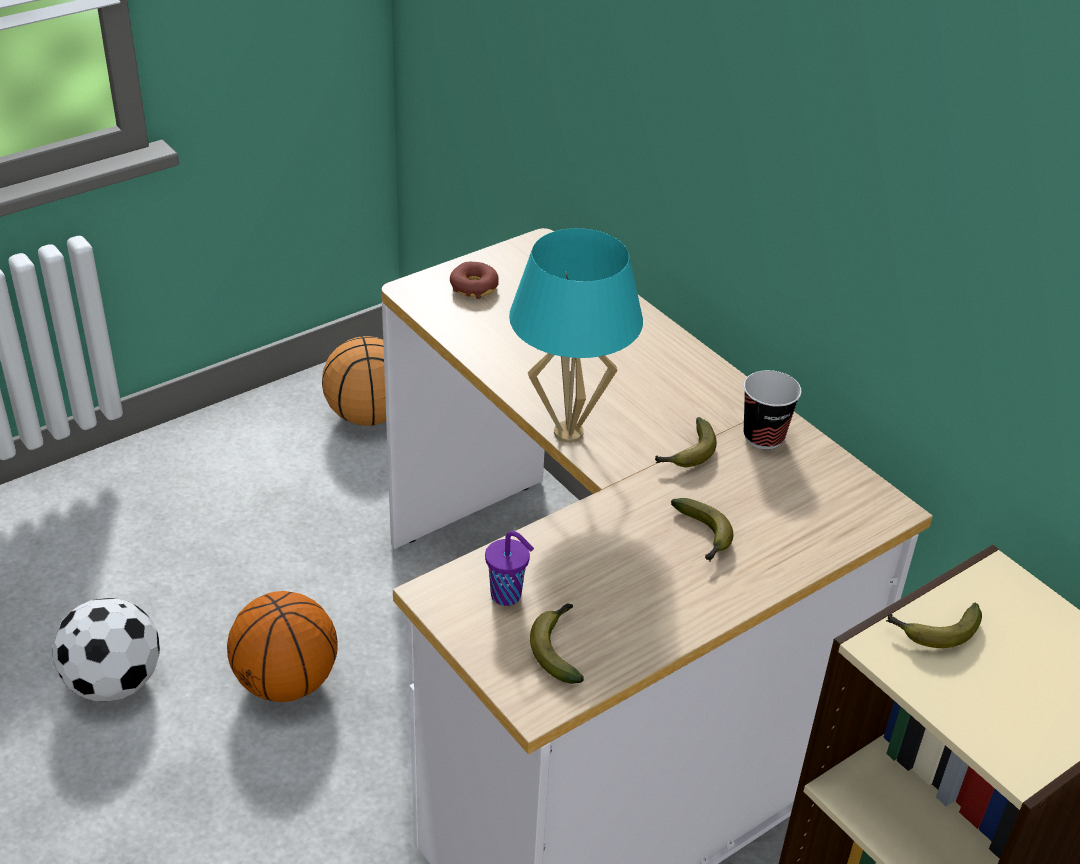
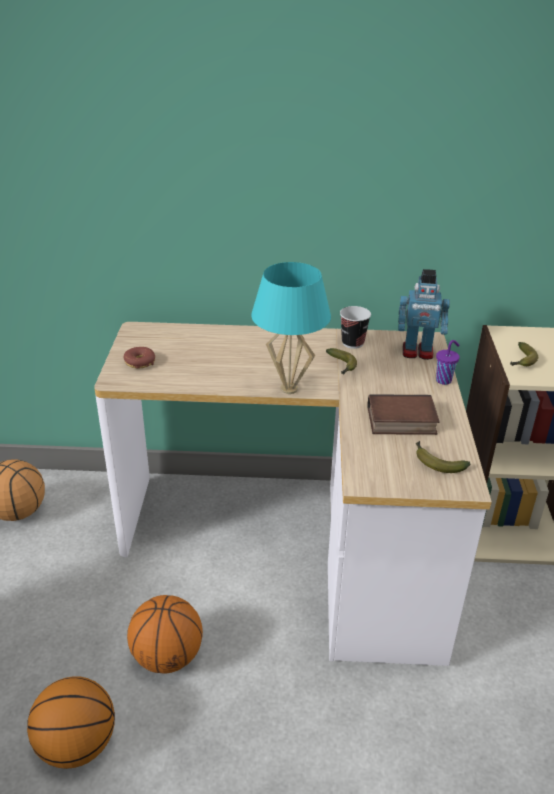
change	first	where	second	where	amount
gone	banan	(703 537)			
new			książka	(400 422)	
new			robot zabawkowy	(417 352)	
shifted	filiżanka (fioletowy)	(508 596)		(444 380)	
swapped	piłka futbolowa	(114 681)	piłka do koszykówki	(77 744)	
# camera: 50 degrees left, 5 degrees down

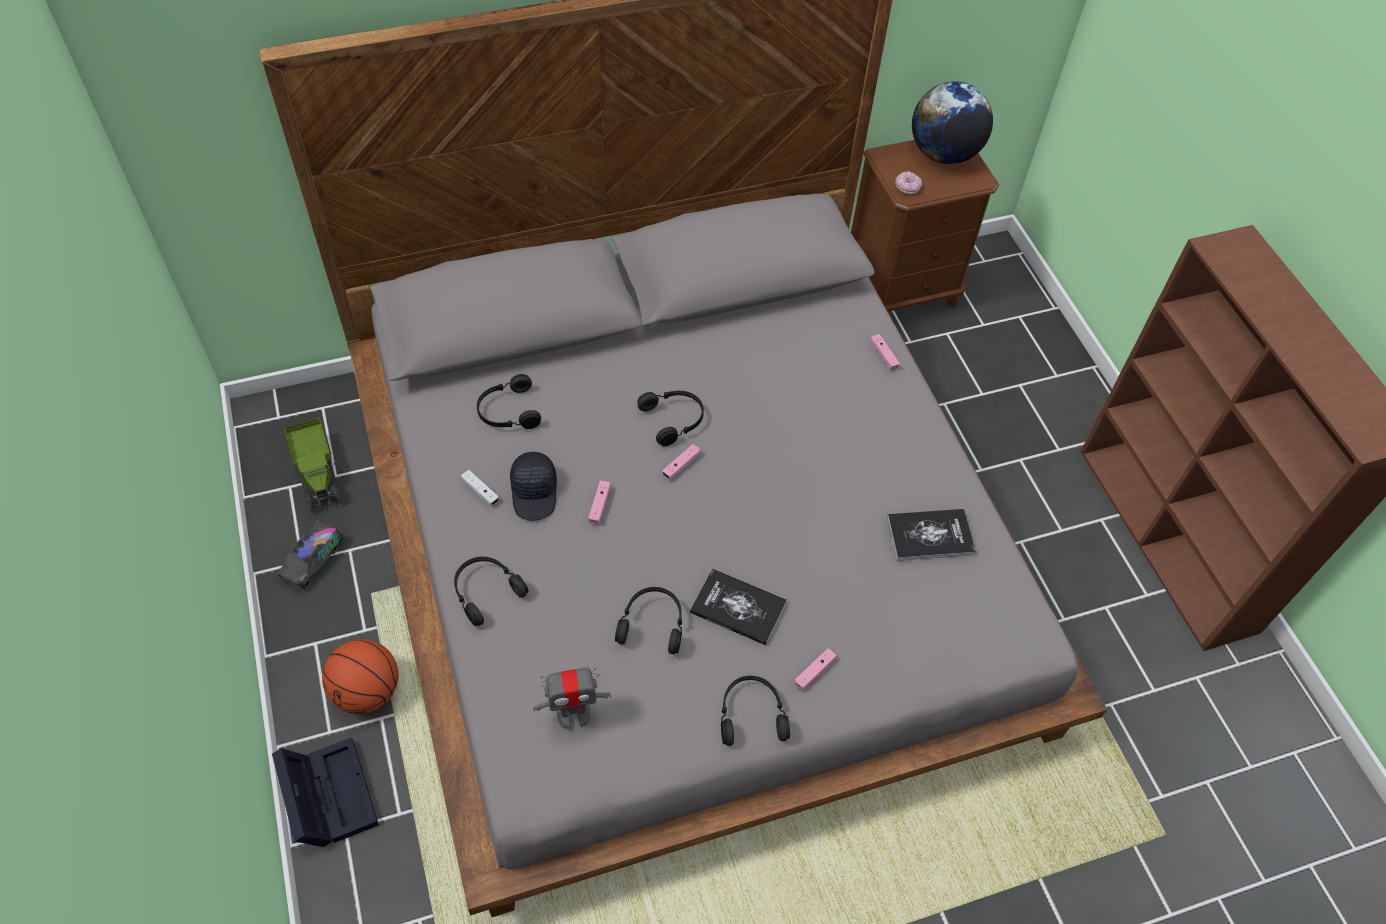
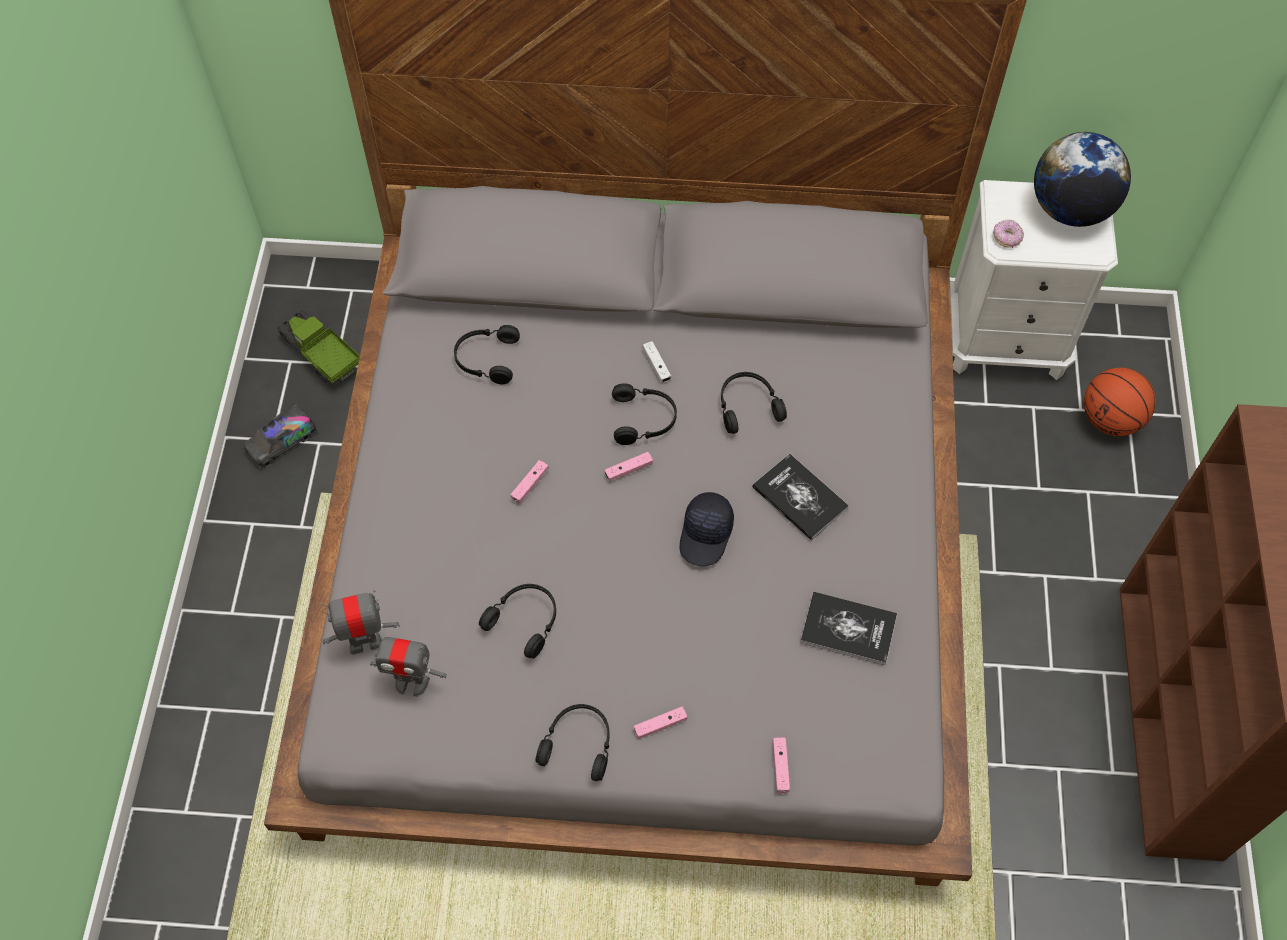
change	first	where	second	where	amount
gone	pojemnik do przechowywania (czarny)	(328 794)			
new			robot zabawkowy	(365 643)	
shifted	piłka do koszykówki	(367 691)		(1110 419)	
shifted	słuchawki (czarny)	(486 591)		(747 406)	
shifted	pad do gier (biały)	(480 491)		(656 365)	
shifted	czapka z daszkiem (czarny)	(535 492)		(706 535)	
shifted	książka	(738 607)		(799 498)	
shifted	pad do gier (różowy)	(883 355)		(780 767)	
repainted	szafka nocna (brązowy)	(902 290)	szafka nocna (biały)	(1006 342)	
rotated	ciężarówka zabawkowa	(318 473)		(321 356)	135 degrees clockwise
# camera: 25 degrees right, 5 degrees up

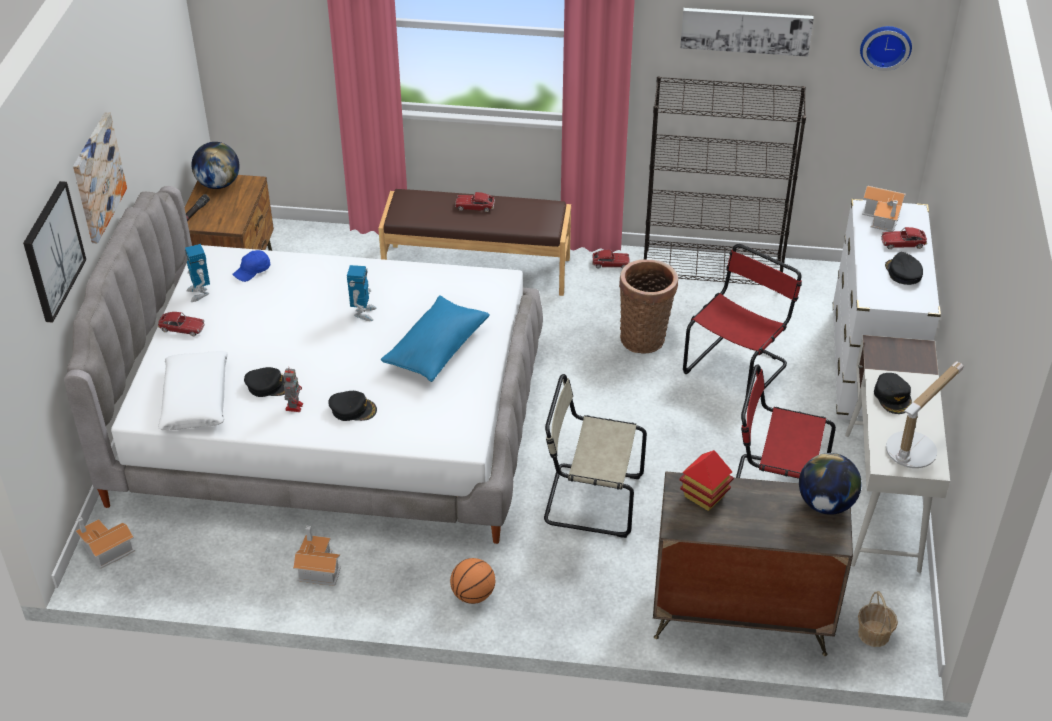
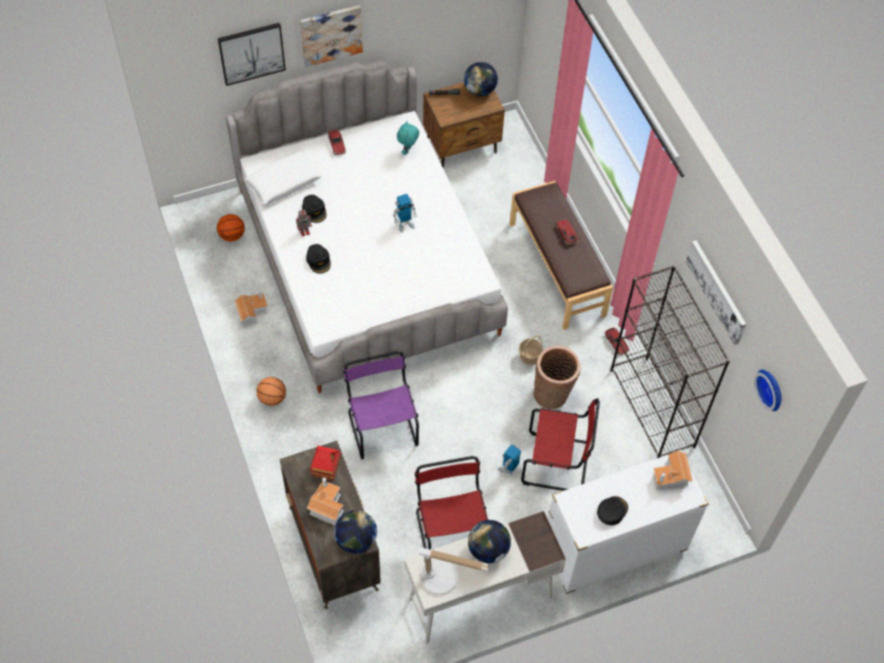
change	first	where	second	where	amount
gone	poduszka (niebieski)	(436 349)			
gone	samochodzik	(903 243)			
new			piłka do koszykówki	(232 235)	
shifted	domek	(105 549)		(326 506)	
shifted	robot zabawkowy	(200 293)		(508 468)	
shifted	koszyk	(873 634)		(529 356)	
swapped	czapka z daszkiem (niebieski)	(252 271)	pluszak (turkusowy)	(408 151)	
swapped	czapka z daszkiem (czarny)	(893 397)	globus	(488 550)	
repainted	krzesło (beżowy)	(589 499)	krzesło (fioletowy)	(381 425)	
# camera: 60 degrees right, 15 degrees up

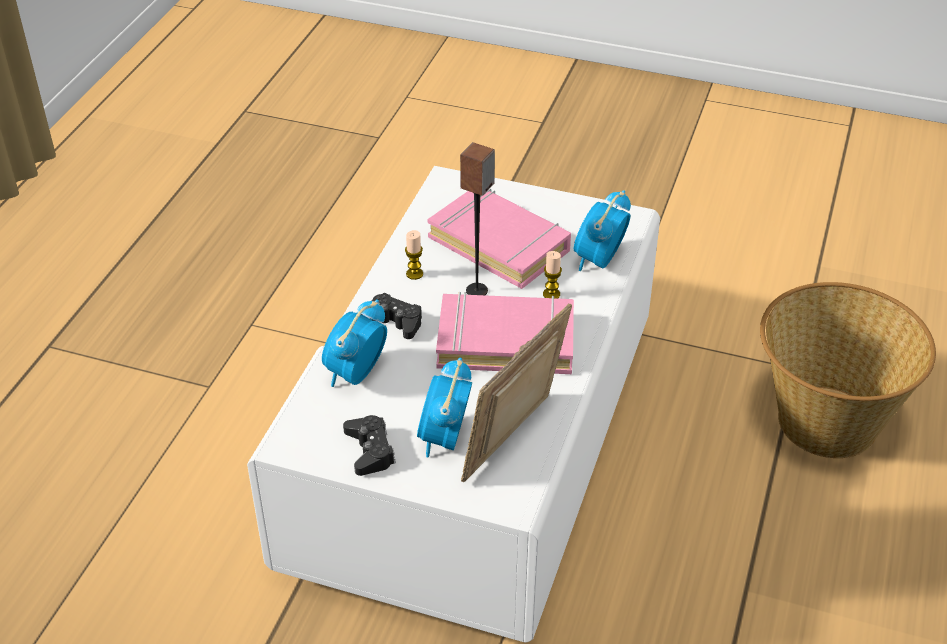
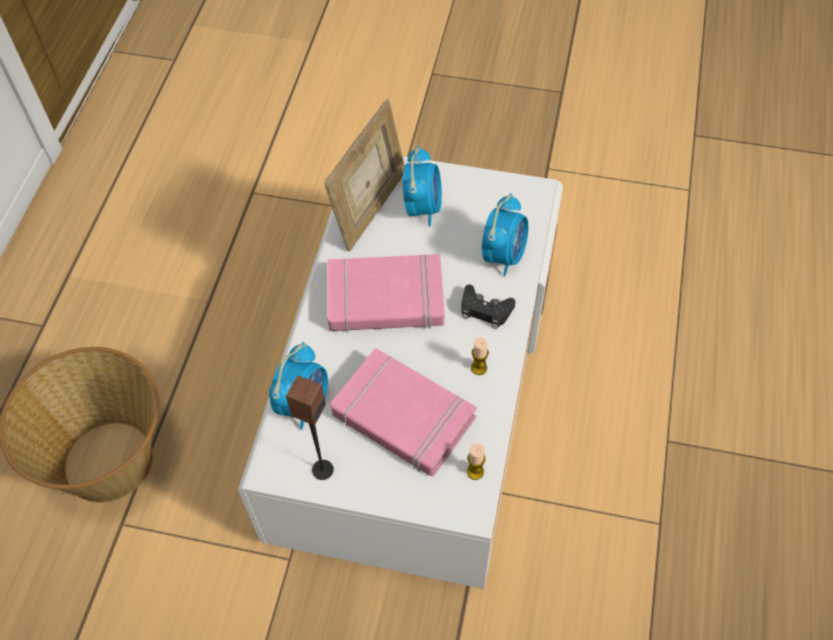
change	first	where	second	where	amount
gone	pad do gier (czarny)	(370 450)			
shifted	głośnik	(477 290)		(322 469)	
shifted	świeca	(551 294)		(475 471)	
# camera: 175 degrees right, 15 degrees up

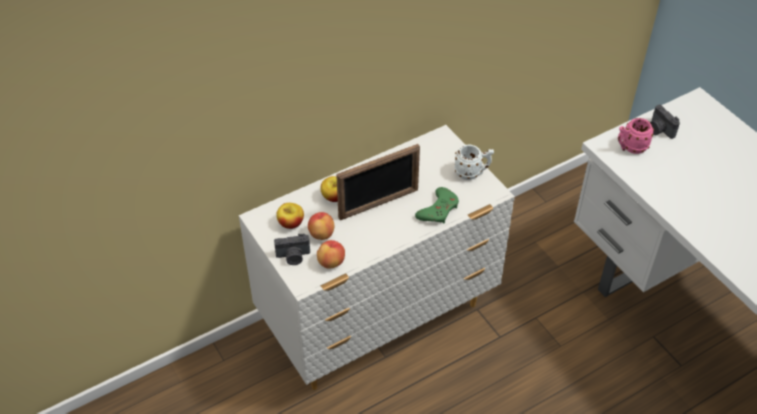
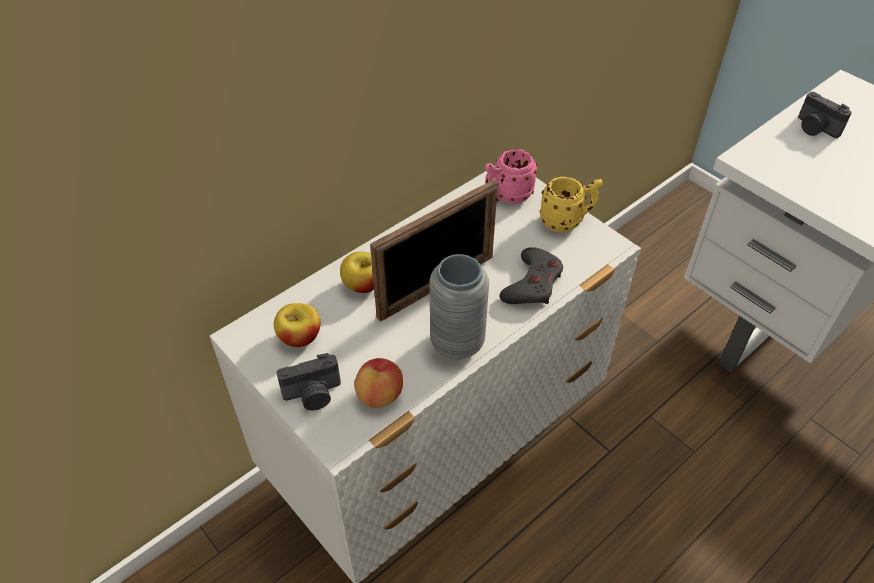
change	first	where	second	where	amount
gone	jabłko	(321 234)			
new			wazon (szary)	(457 343)	
shifted	kubek (różowy)	(630 148)		(507 196)	
repainted	pad do gier (zielony)	(438 210)	pad do gier (szary)	(532 283)	
repainted	kubek (biały)	(472 173)	kubek (żółty)	(567 221)	
# camera: 10 degrees left, 0 degrees up

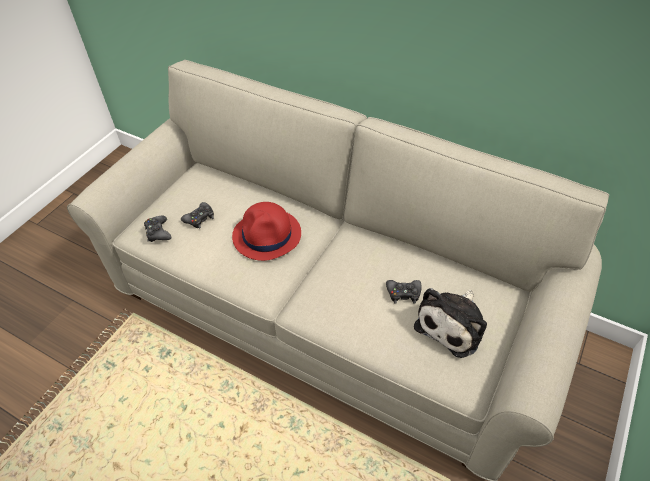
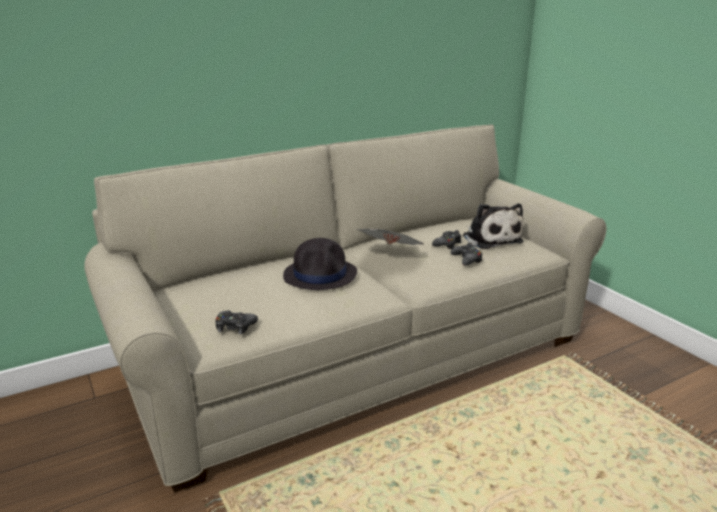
change	first	where	second	where	amount
new			gazeta	(391 255)	
shifted	pad do gier (czarny)	(199 218)		(467 259)	
repainted	kapelusz (czerwony)	(267 235)	kapelusz (czarny)	(320 275)	
# camera: 60 degrees left, 25 degrees down

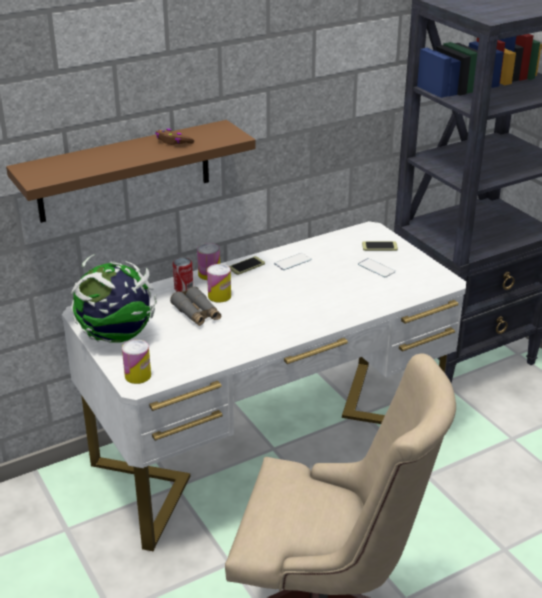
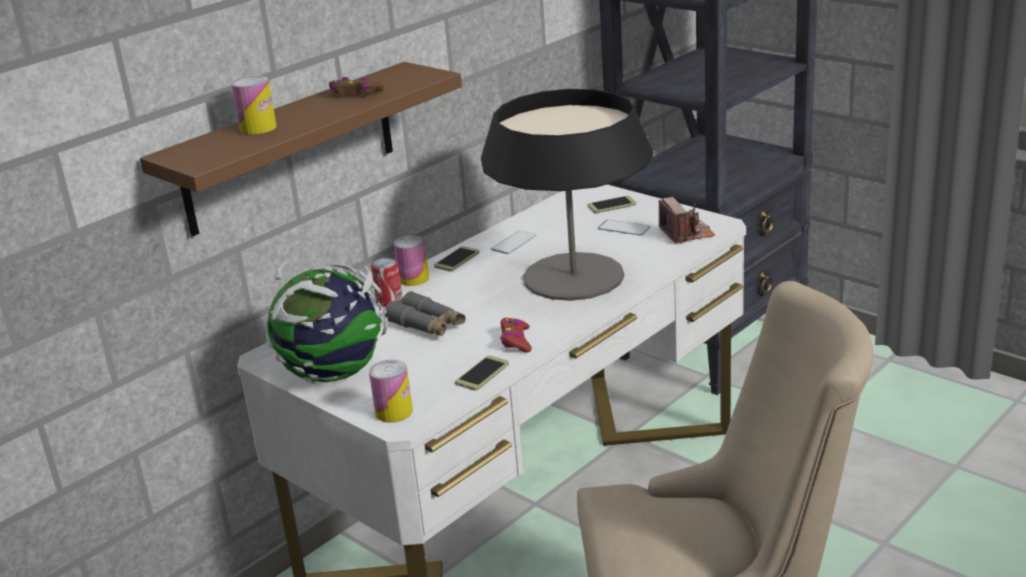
change	first	where	second	where	amount
new			telefon	(482 374)	
new			lampa stołowa	(573 277)	
new			pad do gier (czerwony)	(516 341)	
new			aparat fotograficzny	(686 233)	
shifted	puszka	(219 296)		(258 128)	
# camera: 15 degrees left, 5 degrees down

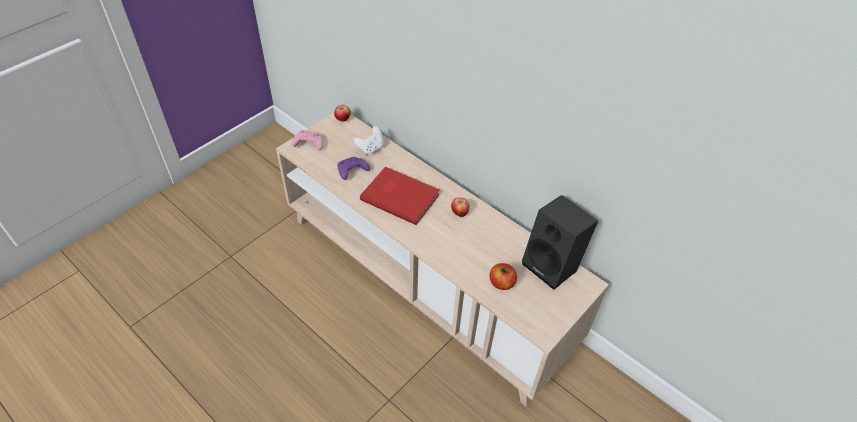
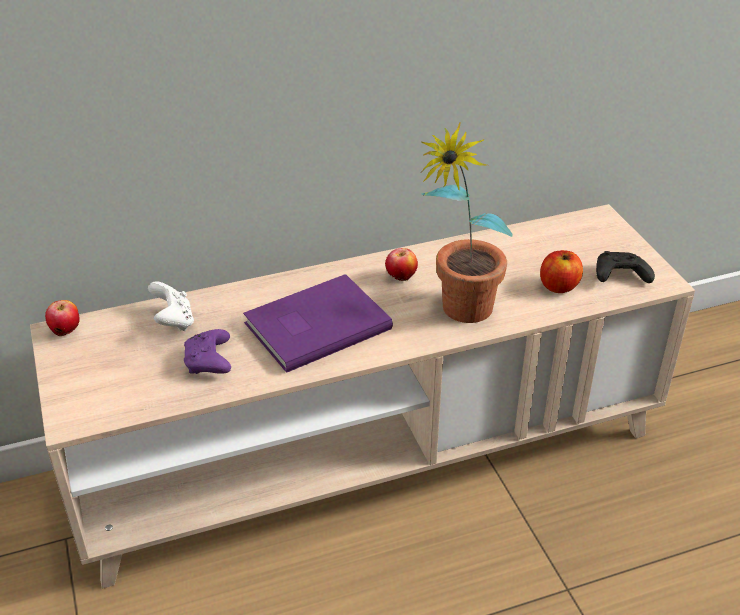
change	first	where	second	where	amount
gone	pad do gier (różowy)	(308 144)			
gone	głośnik (czarny)	(553 266)			
new			roślina doniczkowa	(458 315)	
new			pad do gier (czarny)	(619 276)	
repainted	książka (czerwony)	(400 195)	książka (fioletowy)	(314 325)	
# camera: 60 degrees left, 10 degrees down

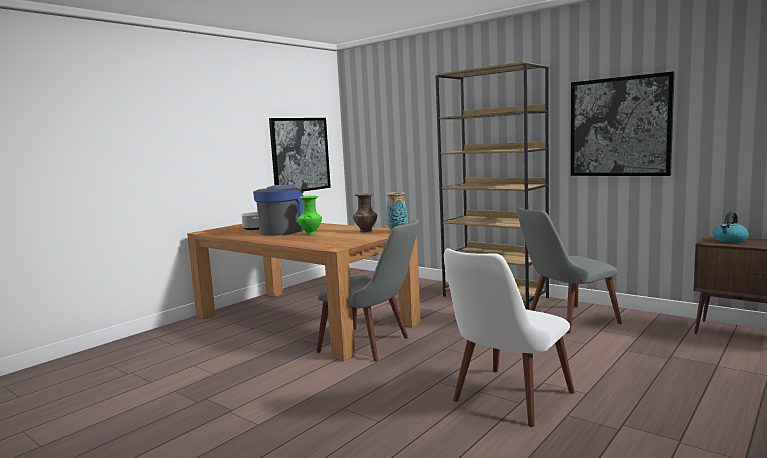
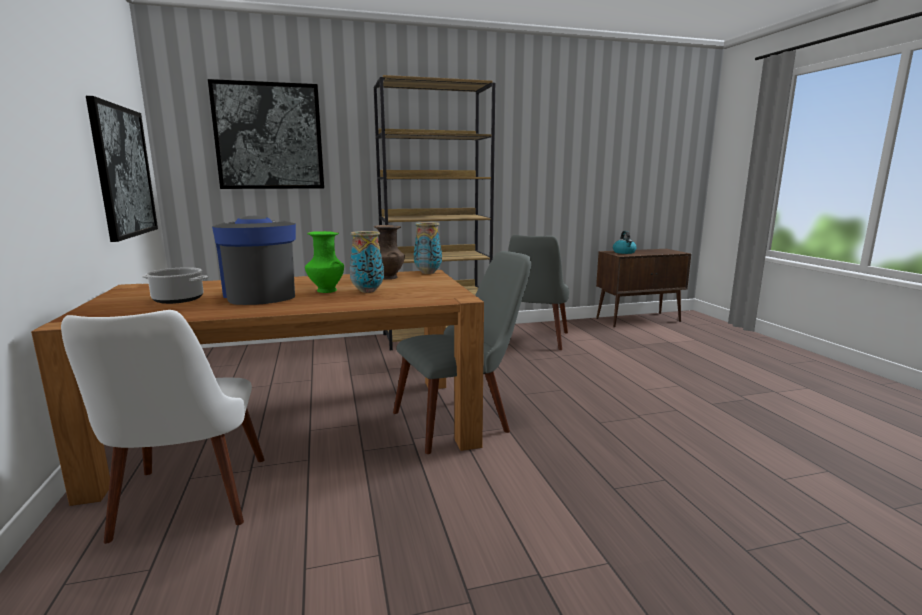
change	first	where	second	where	amount
new			wazon	(368 291)	
shifted	krzesło (biały)	(505 402)		(187 508)	
shifted	obraz	(619 127)		(269 136)	
# camera: 55 degrees left, 5 degrees up

